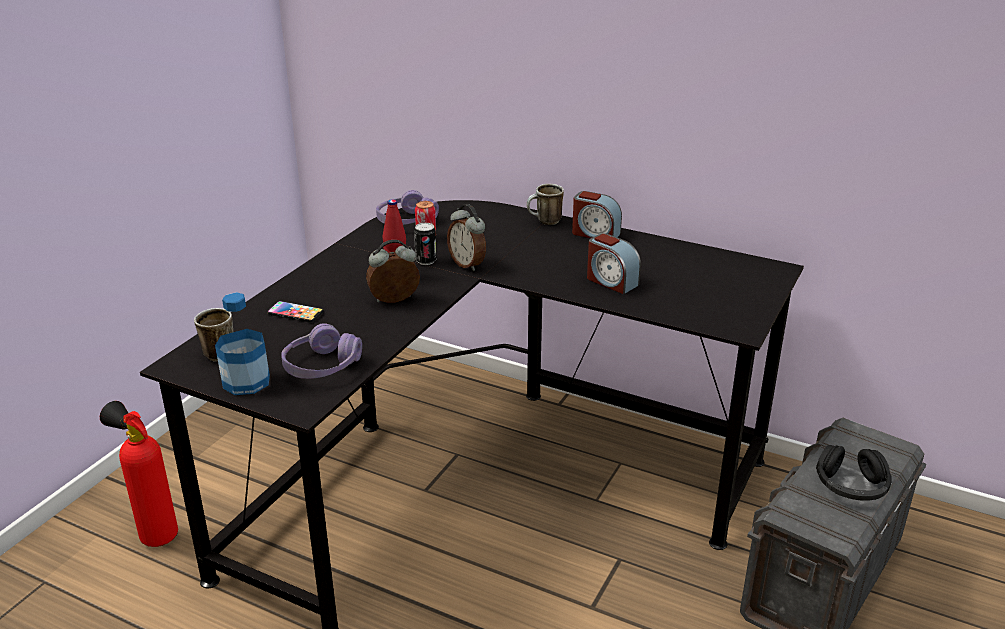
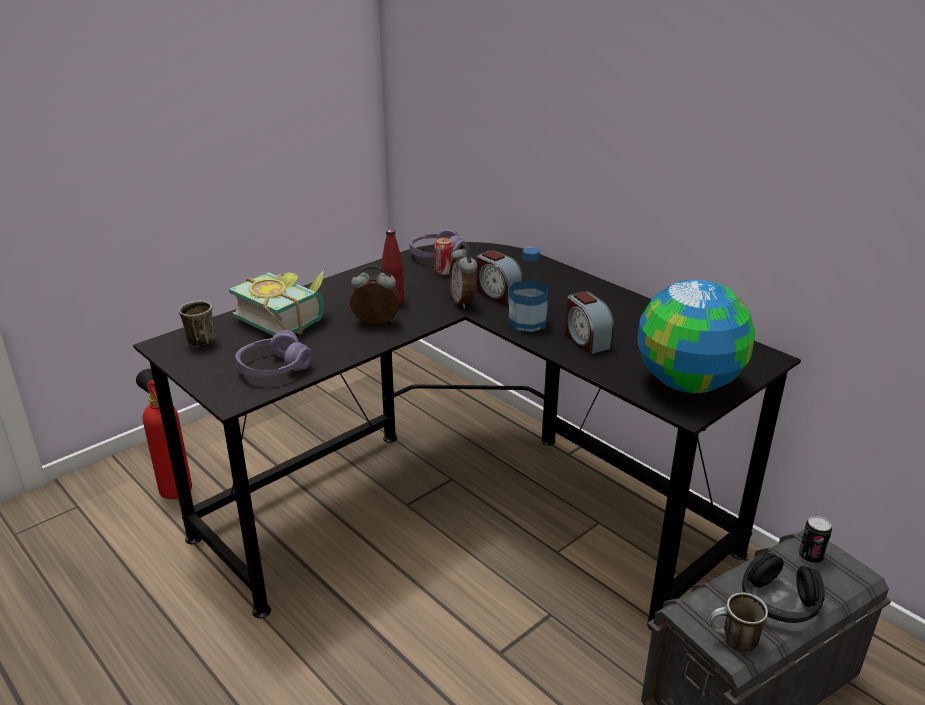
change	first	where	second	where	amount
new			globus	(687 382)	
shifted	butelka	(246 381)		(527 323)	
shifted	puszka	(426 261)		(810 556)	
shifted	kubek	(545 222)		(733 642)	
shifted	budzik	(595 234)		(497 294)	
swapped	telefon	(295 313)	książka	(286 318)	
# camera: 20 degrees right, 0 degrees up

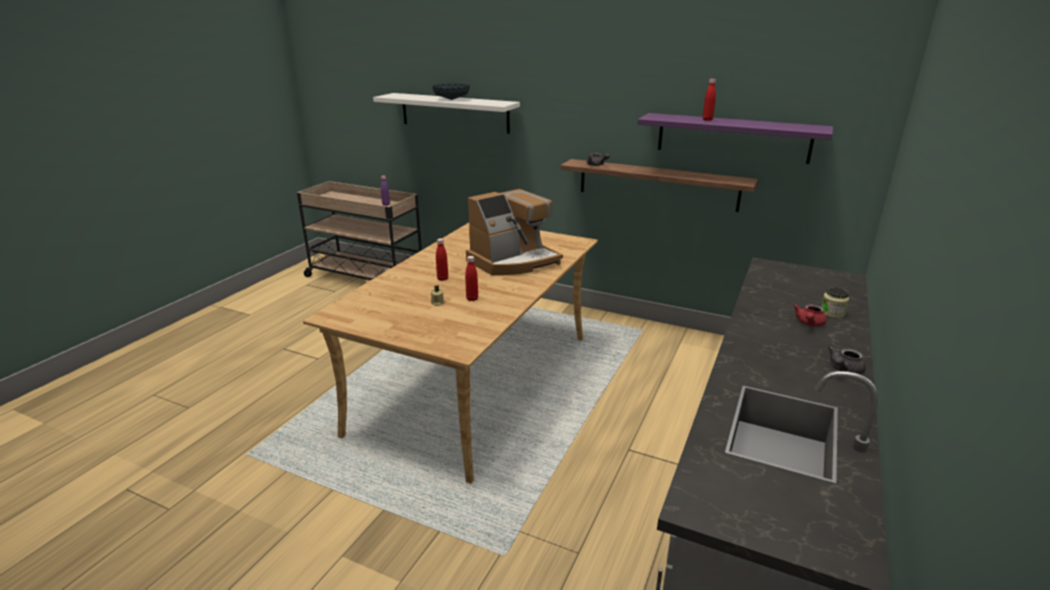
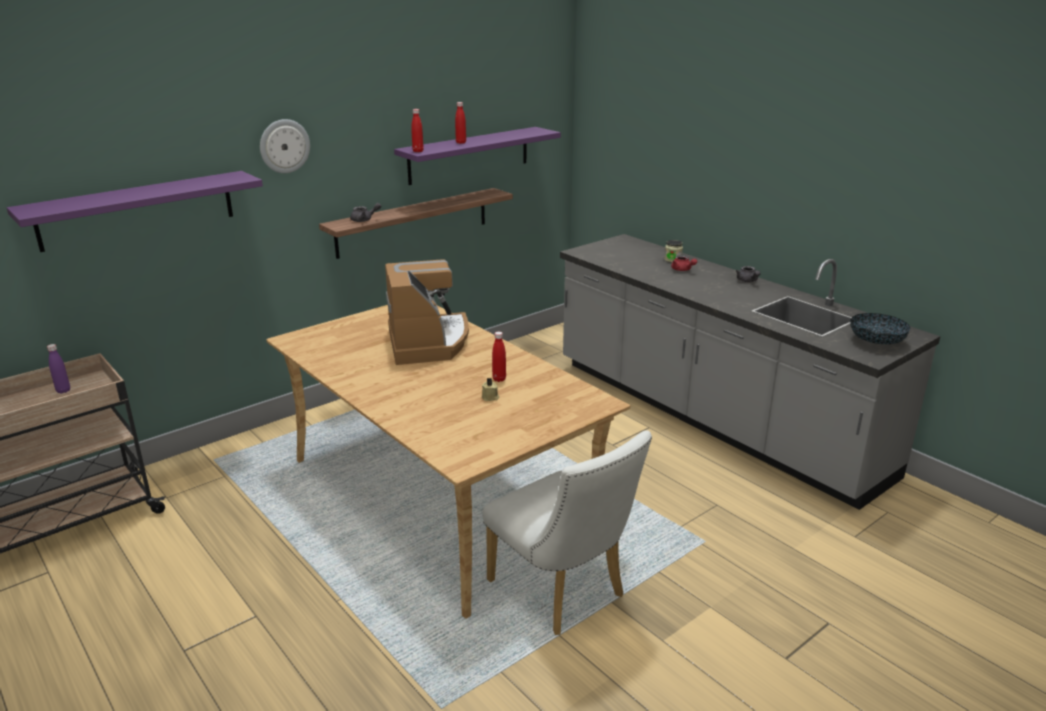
change	first	where	second	where	amount
new			zegar ścienny	(284 146)	
new			krzesło (biały)	(563 593)	
shifted	miska	(451 99)		(876 341)	
shifted	butelka (czerwony)	(442 279)		(418 151)	
repainted	półka (biały)	(454 113)	półka (fioletowy)	(137 210)	
# camera: 65 degrees left, 0 degrees up

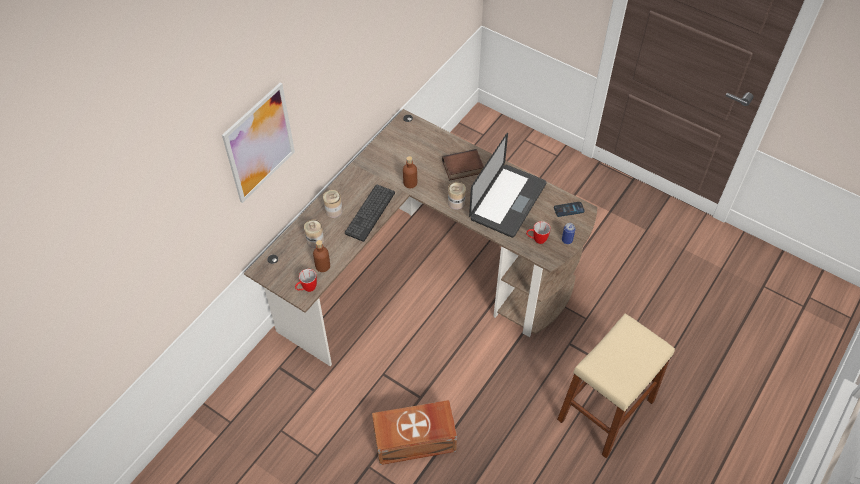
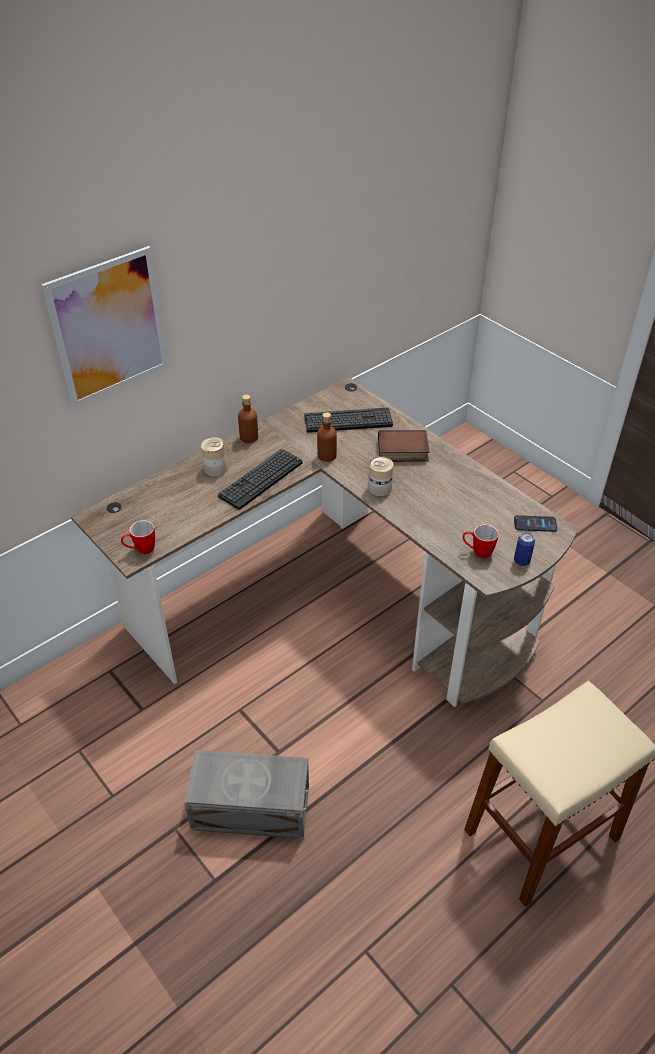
change	first	where	second	where	amount
gone	puszka	(315 240)			
gone	laptop	(508 201)			
new			klawiatura	(348 421)	
shifted	butelka (brązowy)	(322 266)		(249 437)	
repainted	pojemnik do przechowywania (brązowy)	(416 441)	pojemnik do przechowywania (szary)	(252 809)	
# camera: 15 degrees right, 10 degrees down

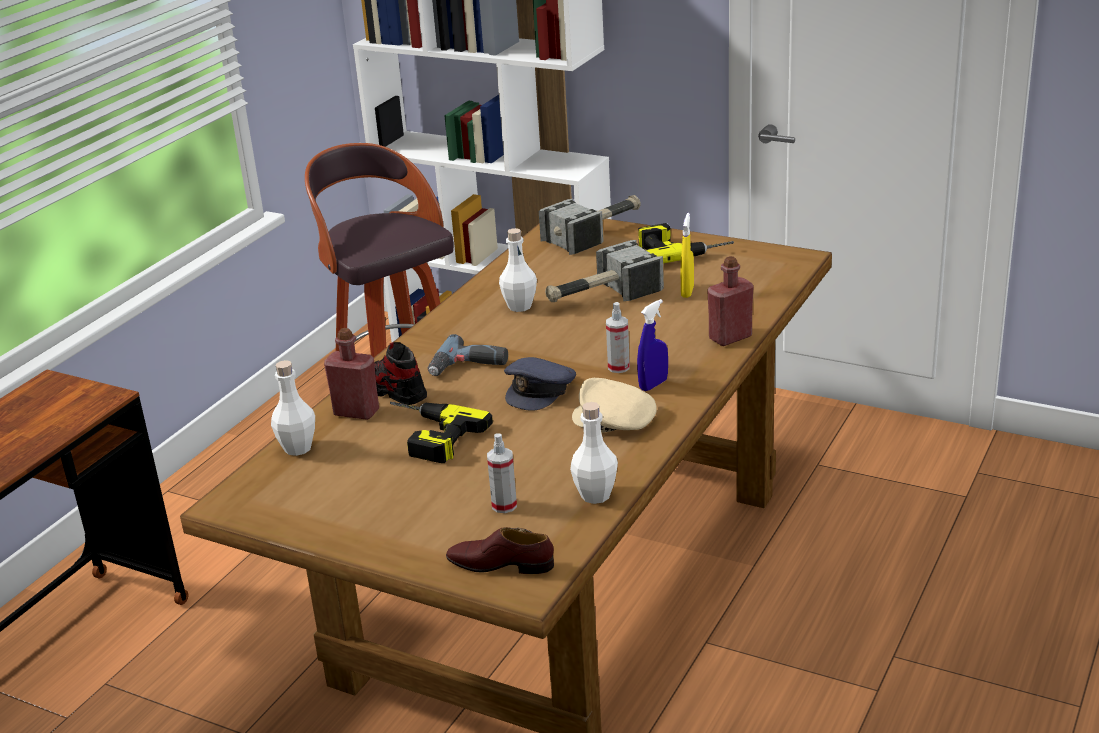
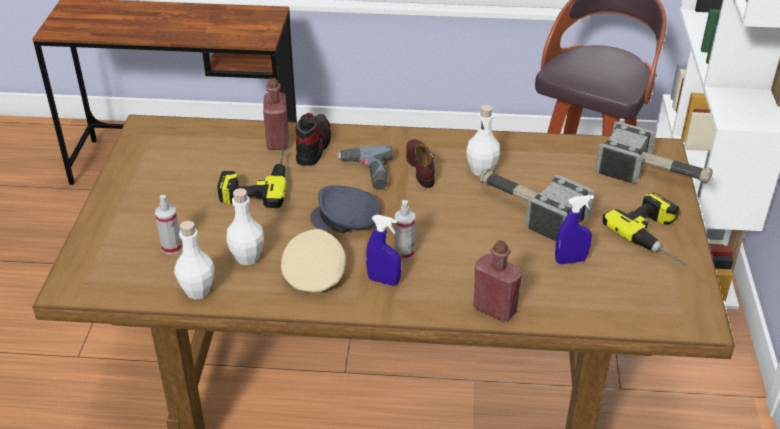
change	first	where	second	where	amount
shifted	butelka (biały)	(298 448)		(247 257)	
shifted	but (brązowy)	(500 564)		(420 167)	
repainted	spryskiwacz (żółty)	(687 292)	spryskiwacz (niebieski)	(570 260)	
# camera: 65 degrees right, 10 degrees up

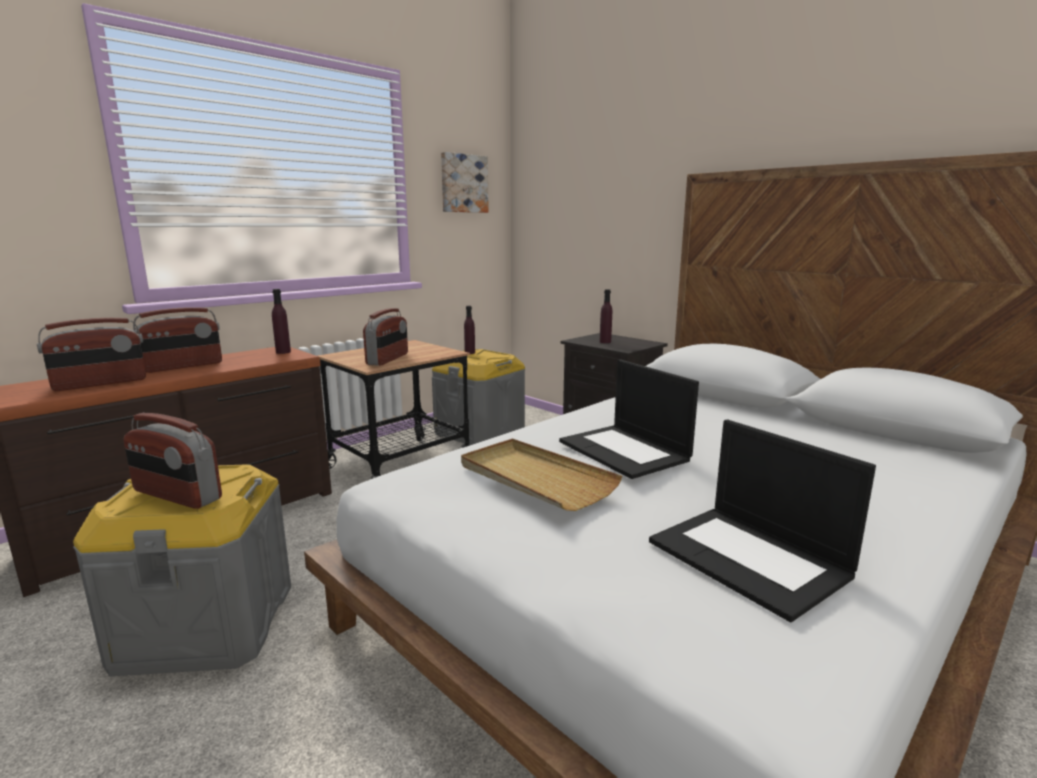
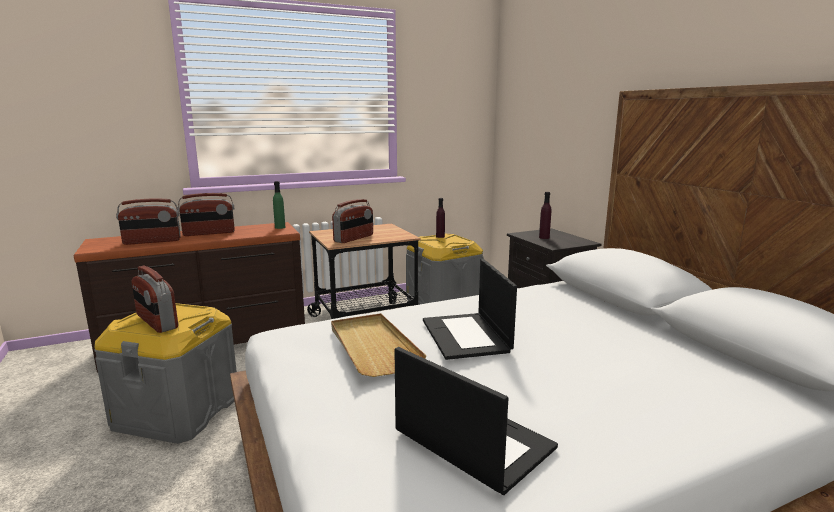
change	first	where	second	where	amount
gone	obraz	(463 183)			
repainted	butelka (fioletowy)	(283 352)	butelka (zielony)	(280 227)	
rotated	laptop	(751 559)		(471 440)	150 degrees clockwise
# camera: 20 degrees right, 0 degrees up

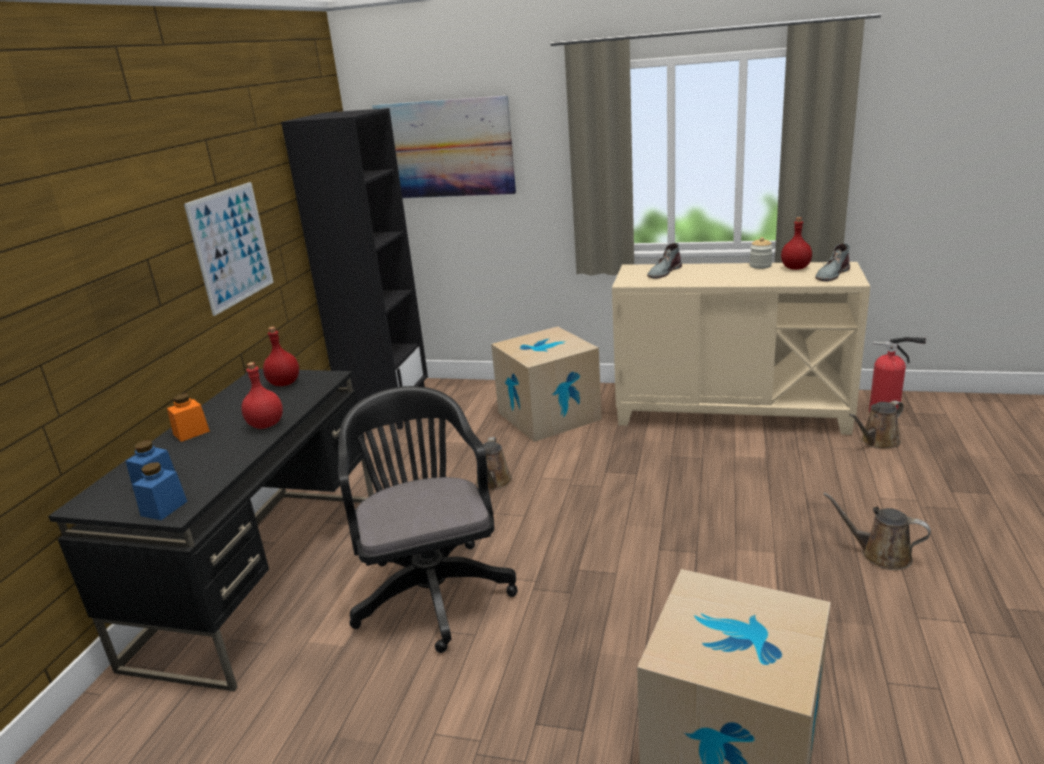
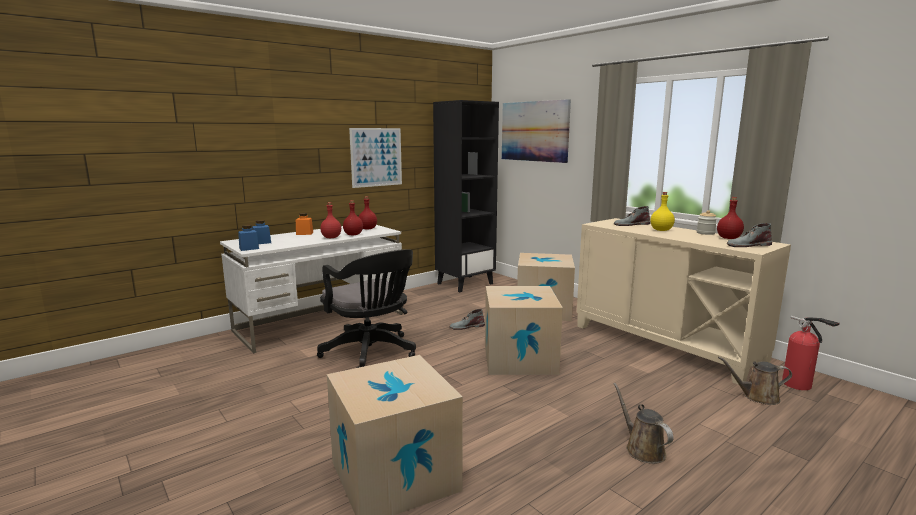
change	first	where	second	where	amount
new			butelka (czerwony)	(353 234)	
new			karton	(519 359)	
new			butelka (żółty)	(661 230)	
swapped	konewka (brązowy)	(493 482)	but z cholewką (szary)	(466 326)	
repainted	biurko (czarny)	(264 575)	biurko (biały)	(321 322)	
rotated	krzesło biurowe (czarny)	(431 589)		(371 353)	120 degrees clockwise
# camera: 35 degrees right, 10 degrees down

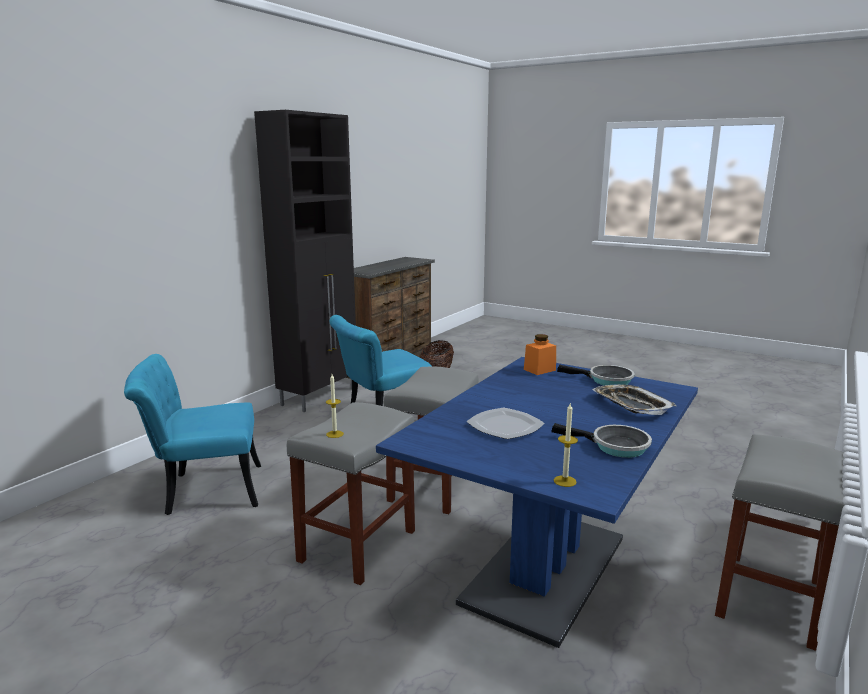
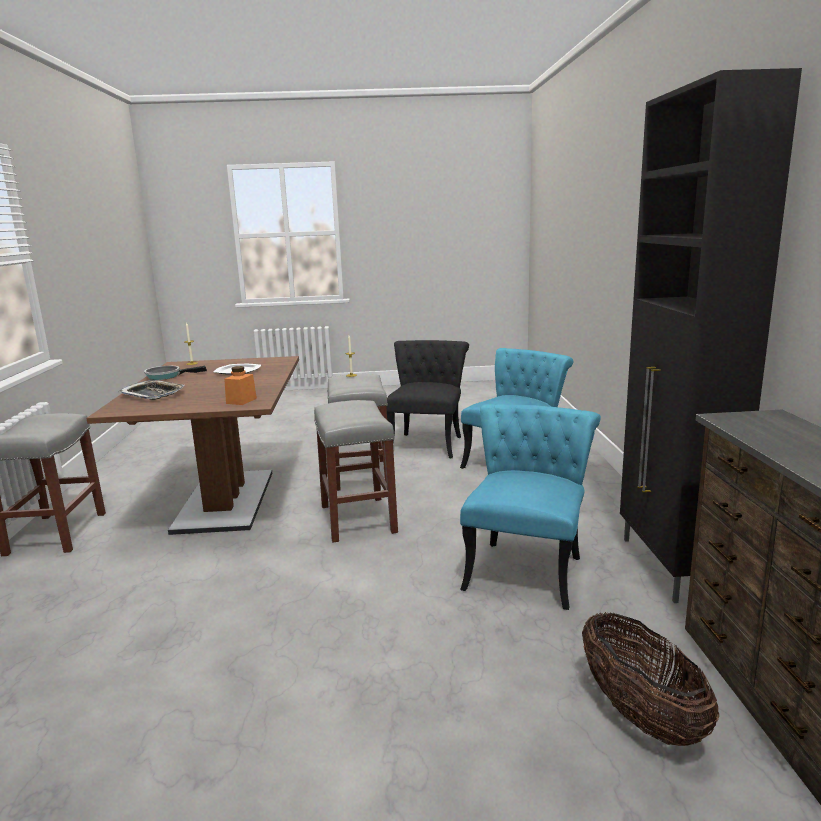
change	first	where	second	where	amount
gone	patelnia	(606 380)			
new			krzesło (czarny)	(428 443)	
repainted	stół jadalny (niebieski)	(545 569)	stół jadalny (brązowy)	(225 501)	
# camera: 145 degrees right, 0 degrees up

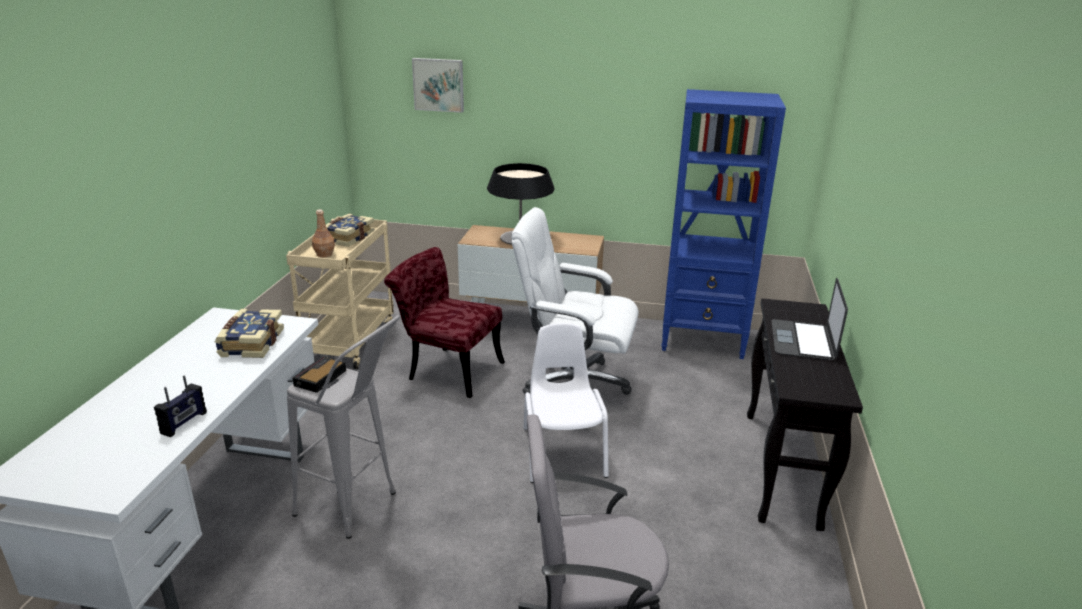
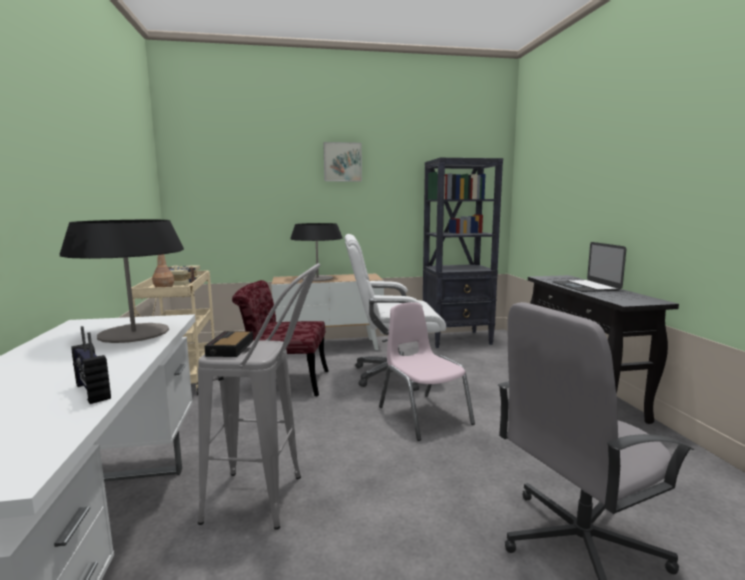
change	first	where	second	where	amount
shifted	obraz	(439 84)		(342 162)	
swapped	książka	(250 343)	lampa stołowa	(134 333)	
repainted	krzesło (biały)	(563 451)	krzesło (różowy)	(424 415)	
repainted	regał (niebieski)	(703 340)	regał (czarny)	(457 339)	
rotated	radio	(184 423)		(92 392)	135 degrees clockwise
# camera: 20 degrees left, 15 degrees down

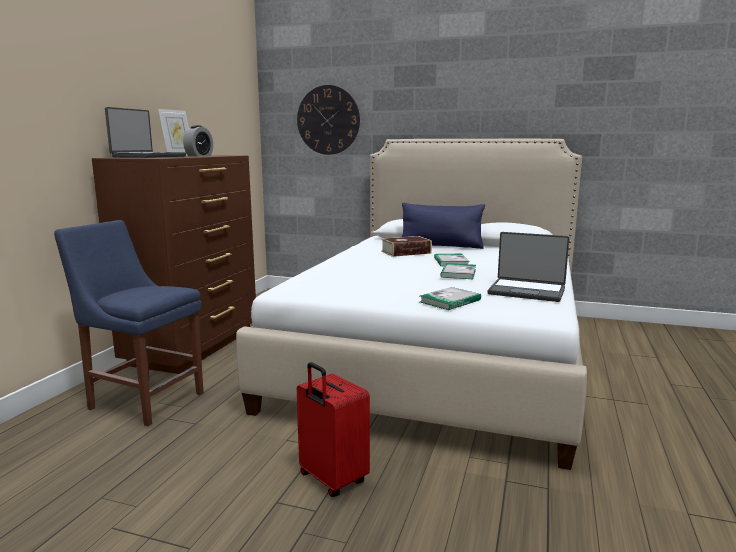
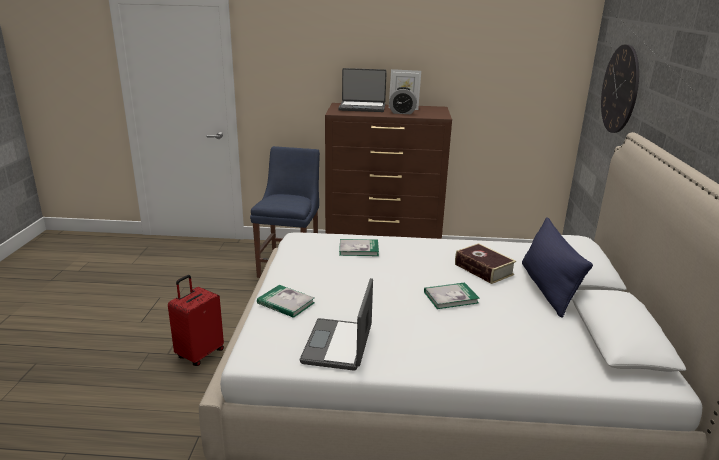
change	first	where	second	where	amount
shifted	książka	(458 273)		(358 249)	
# camera: 75 degrees right, 10 degrees up

